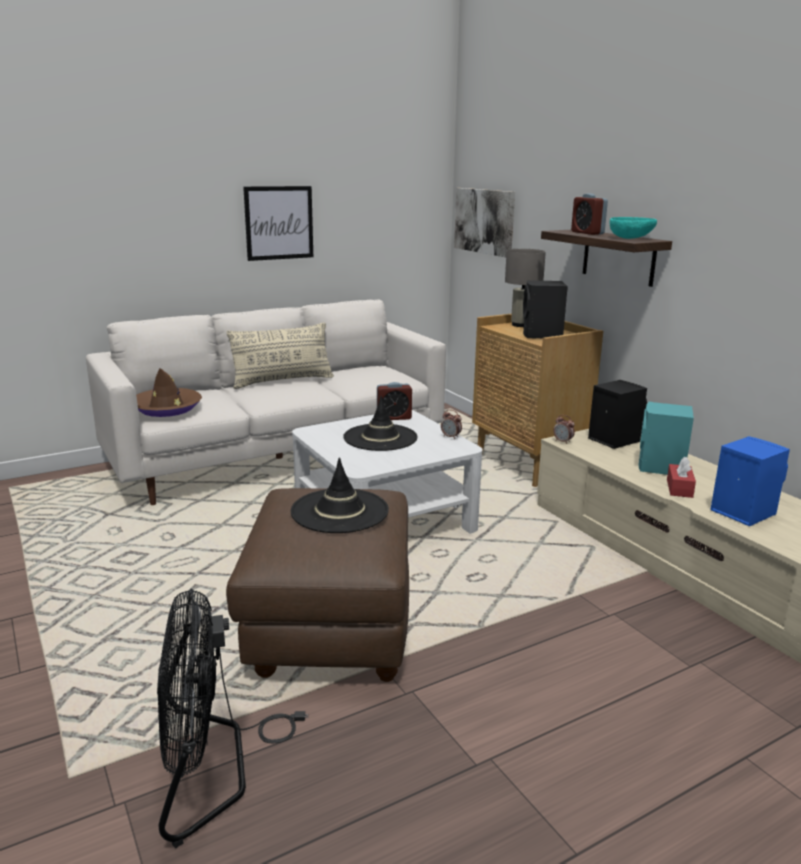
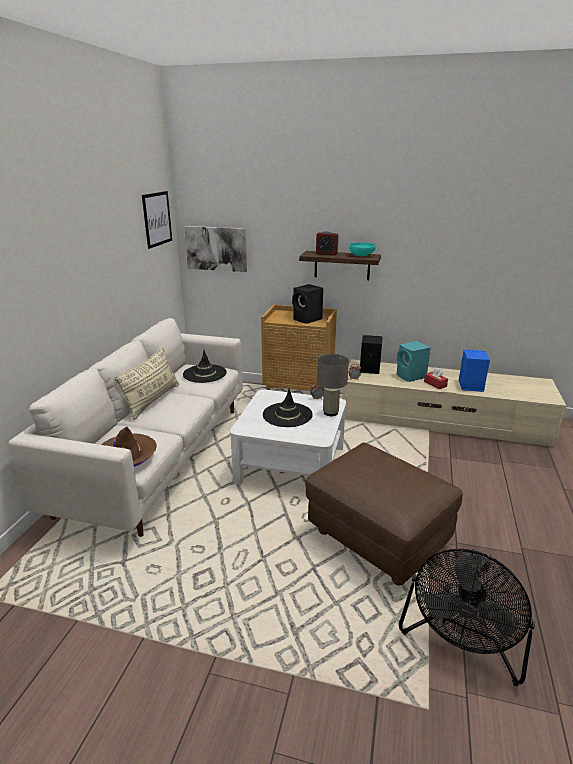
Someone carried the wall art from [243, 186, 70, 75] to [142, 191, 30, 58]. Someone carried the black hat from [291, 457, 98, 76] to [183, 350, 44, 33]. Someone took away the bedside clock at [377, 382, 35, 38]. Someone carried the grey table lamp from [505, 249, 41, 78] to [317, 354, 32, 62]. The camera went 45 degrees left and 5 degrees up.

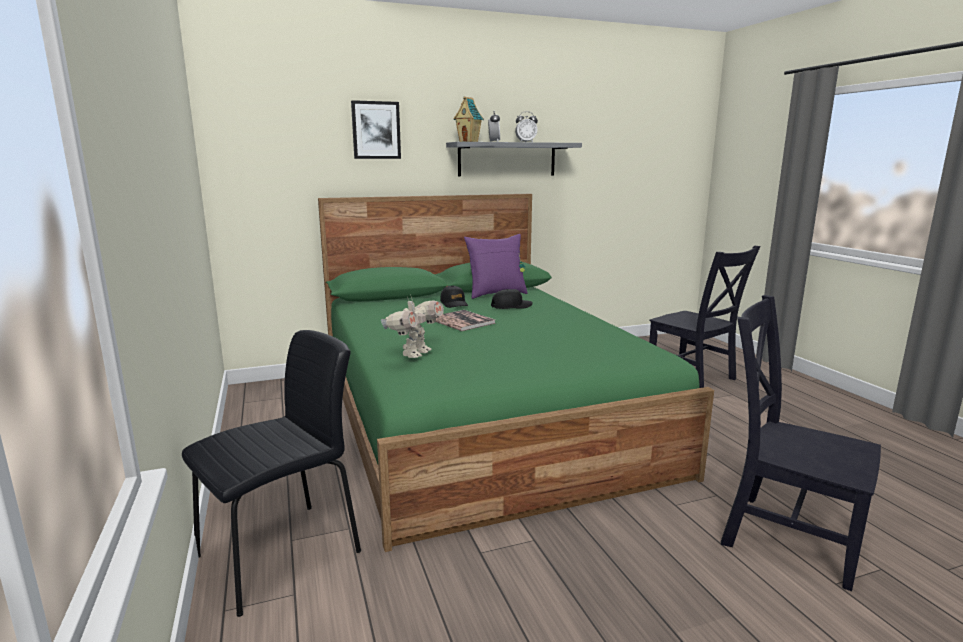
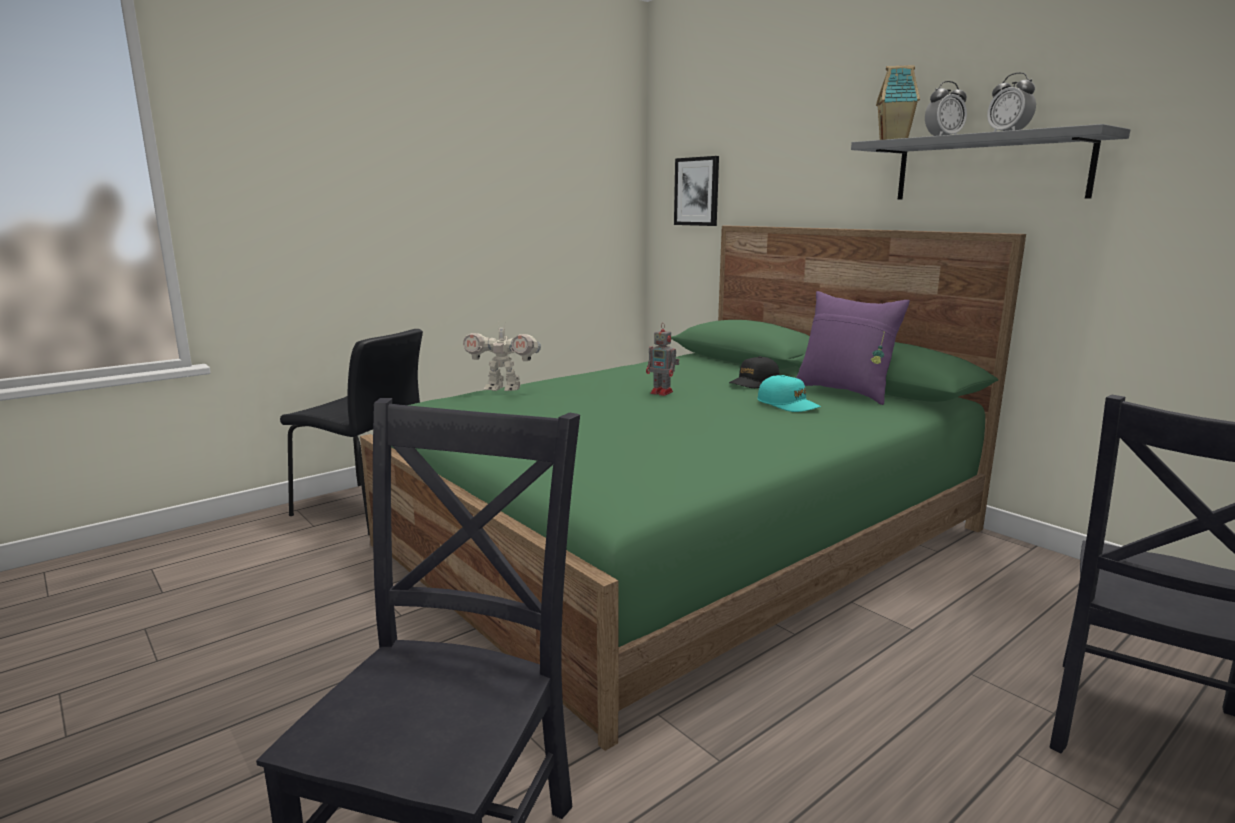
Someone carried the wall art from [351, 100, 50, 59] to [674, 156, 45, 70]. Someone swapped the book at [436, 310, 60, 21] for the model robot at [646, 323, 33, 73]. Someone repainted the black peaked cap at [491, 289, 42, 20], which became the turquoise-coloured peaked cap at [757, 375, 64, 37]. The camera went 70 degrees right and 0 degrees up.

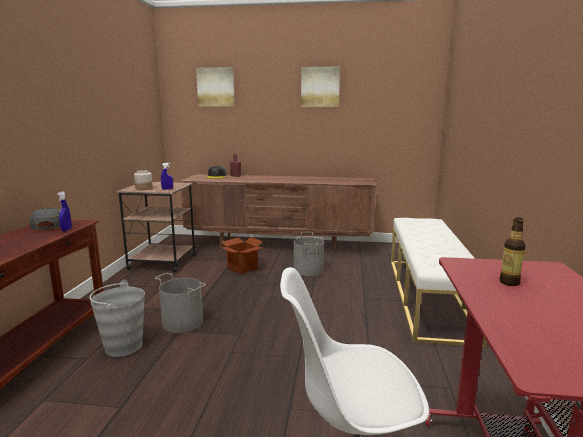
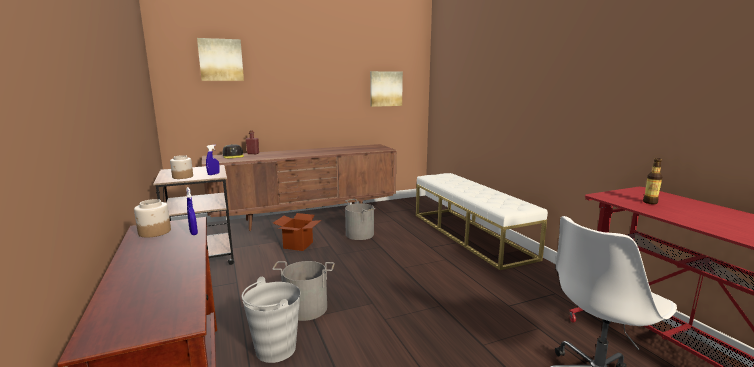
Someone swapped the grey peaked cap at [30, 208, 31, 22] for the jar at [134, 199, 37, 39]. Someone carried the wall art from [301, 67, 39, 40] to [370, 71, 33, 36]. The camera went 30 degrees left and 0 degrees up.

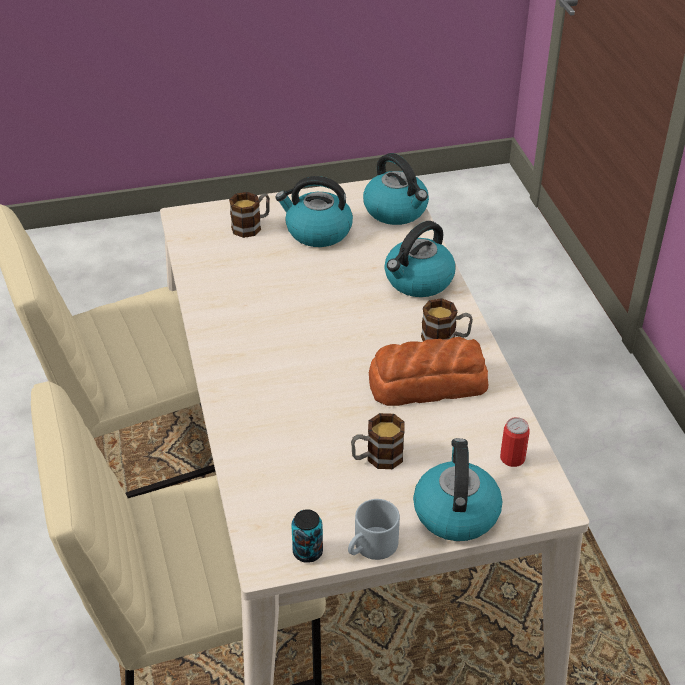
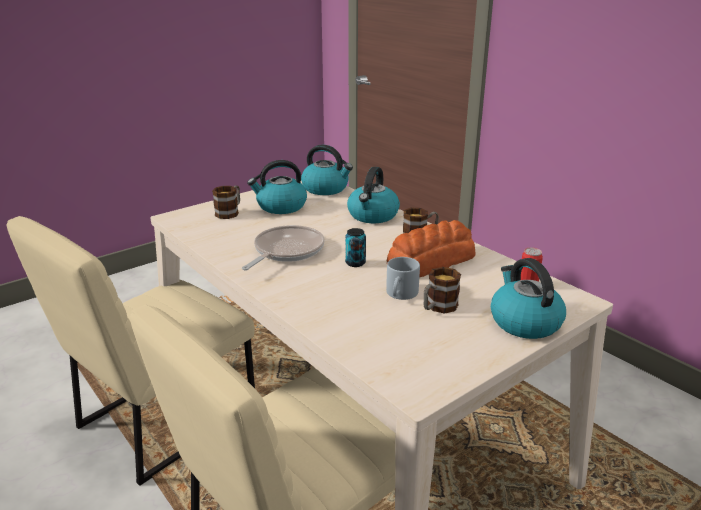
Someone carried the metal can from [291, 509, 32, 54] to [345, 228, 21, 39]. Someone carried the grey tea mug from [348, 499, 52, 61] to [386, 257, 34, 43]. Someone put down the pan at [242, 225, 83, 45]. The camera went 25 degrees left and 15 degrees down.

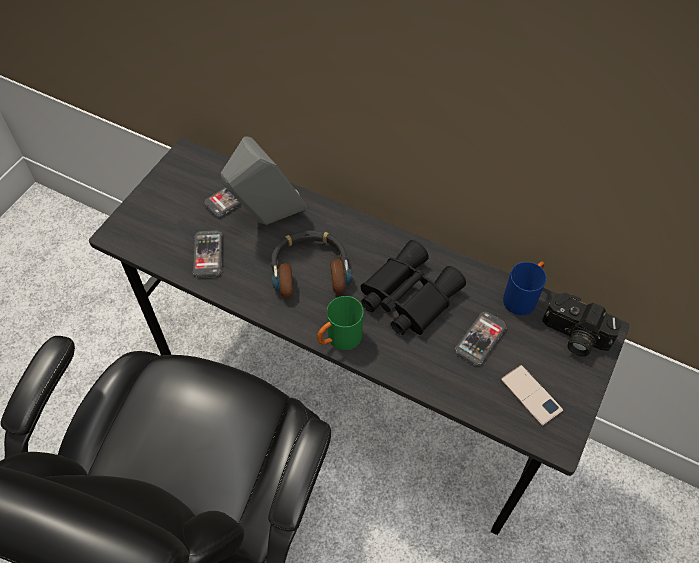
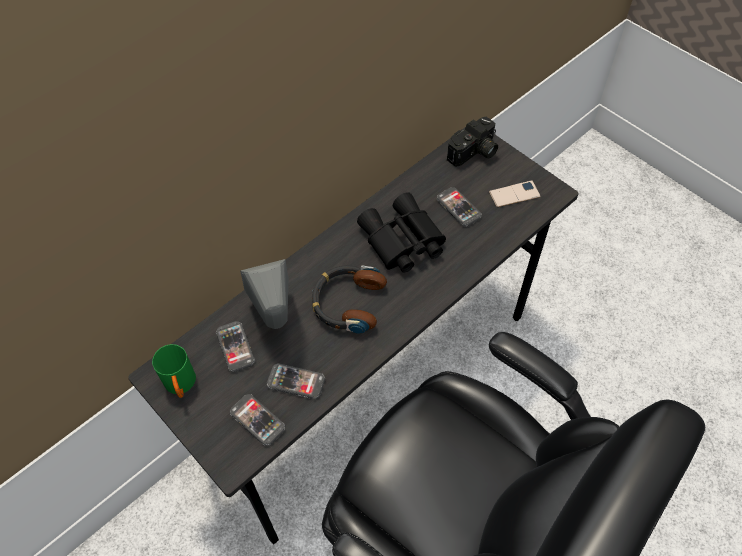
Someone carried the green-coloured tea mug from [317, 296, 46, 54] to [152, 344, 44, 54]. Someone took away the blue-coloured tea mug at [503, 261, 43, 54]. Someone put down the handset at [230, 394, 55, 52]. The camera went 70 degrees left and 0 degrees up.

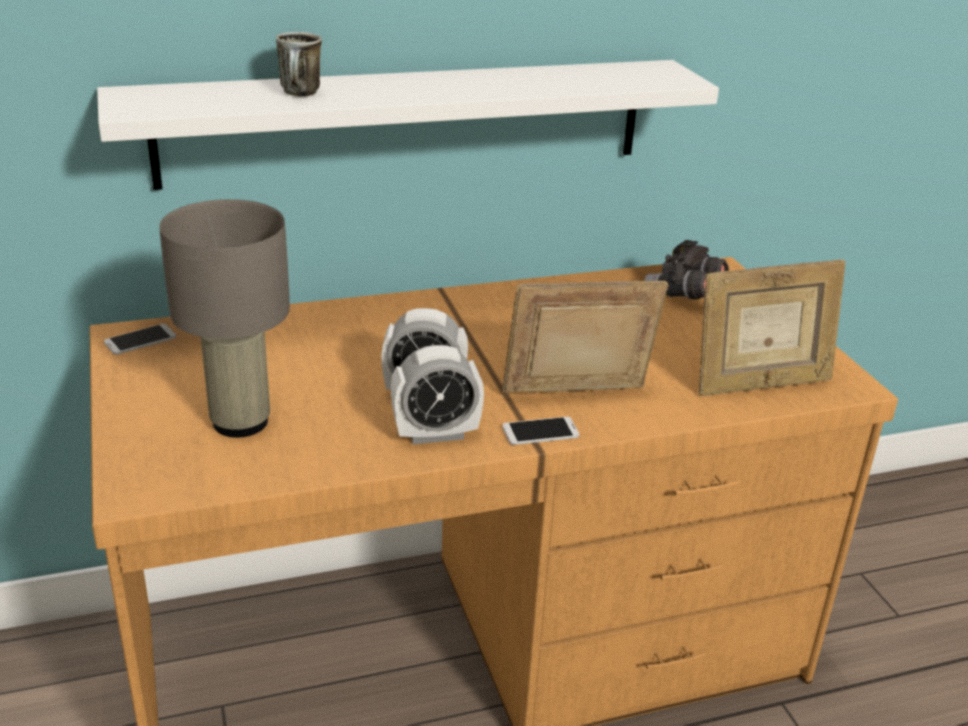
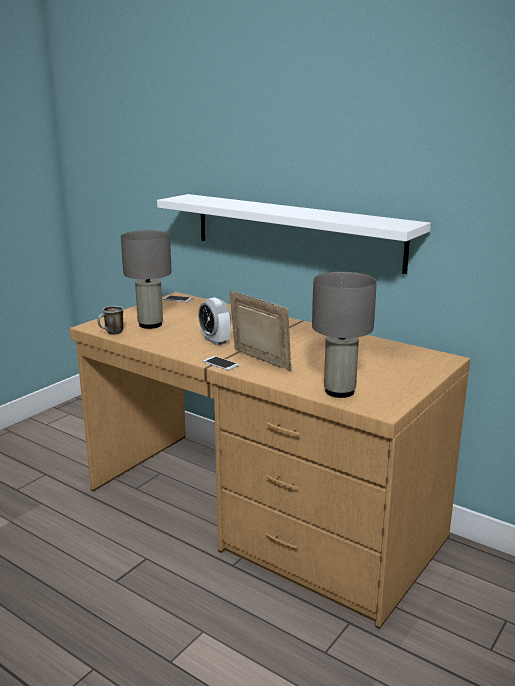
Someone carried the tea mug from [276, 32, 46, 64] to [97, 306, 27, 29]. Someone took away the bedside clock at [390, 345, 94, 99]. Someone took away the grey pair of binoculars at [644, 240, 85, 59]. Someone swapped the standing frame at [699, 259, 146, 137] for the grey table lamp at [312, 272, 65, 126]. The camera went 55 degrees right and 10 degrees down.

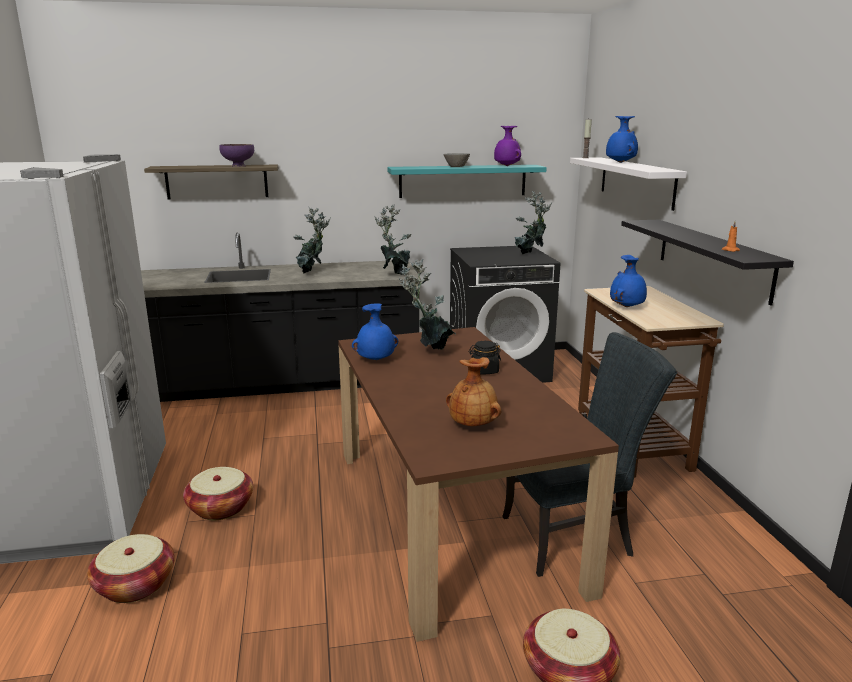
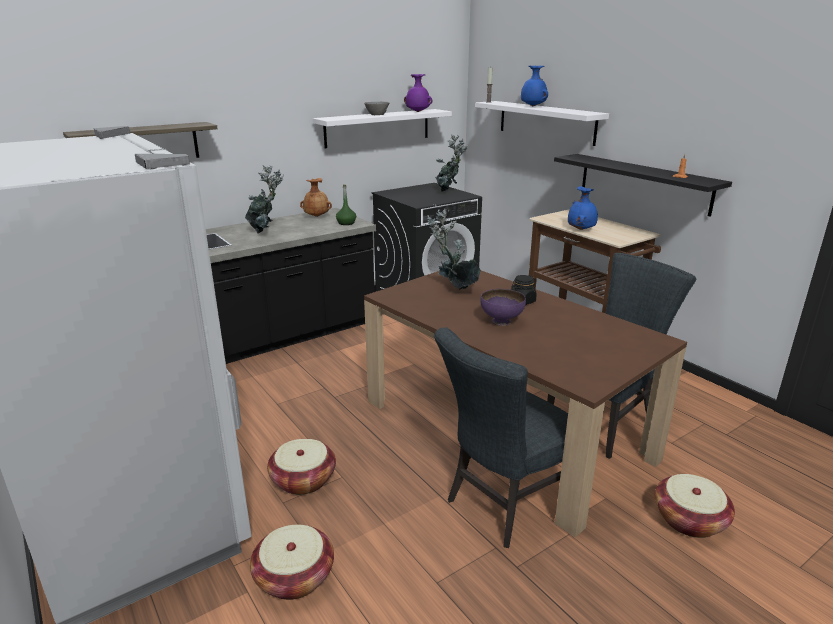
Someone carried the purple bowl from [219, 144, 35, 23] to [480, 289, 46, 37]. Someone took away the blue-coloured vase at [352, 304, 46, 56]. Someone swapped the plant in a pot at [374, 204, 37, 71] for the green-coloured beverage bottle at [336, 185, 20, 40]. Someone repainted the turquoise-coloured bracket shelf at [387, 165, 160, 33], which became the white-coloured bracket shelf at [313, 109, 139, 39]. Someone carried the brown vase from [446, 357, 55, 69] to [300, 178, 32, 39]. Someone put down the grey chair at [434, 328, 134, 220]. The camera went 25 degrees left and 5 degrees up.

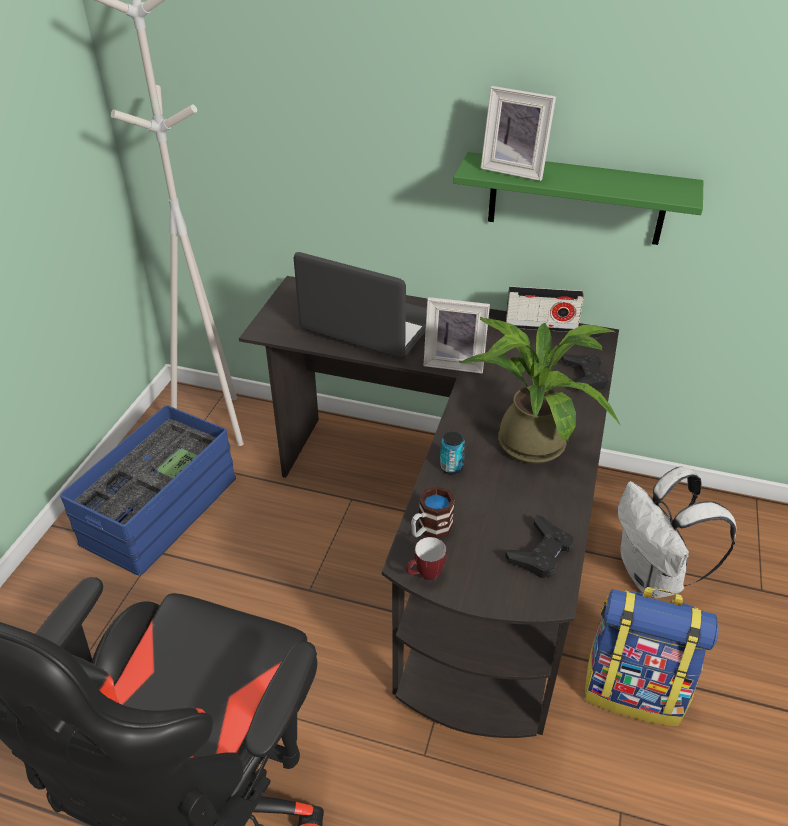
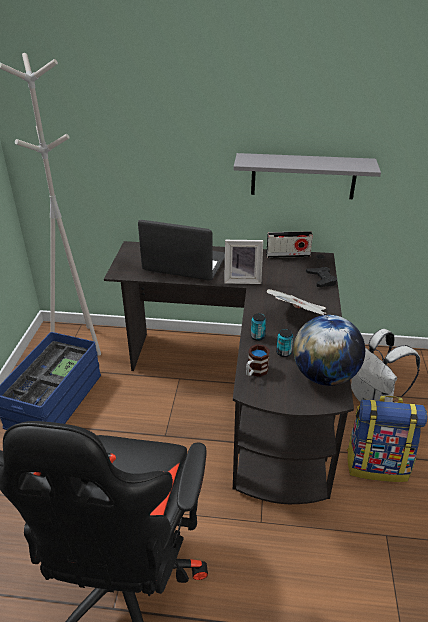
Someone took away the tea mug at [406, 537, 41, 43]. Someone repainted the green-coloured bracket shelf at [453, 152, 250, 93], which became the grey bracket shelf at [233, 153, 148, 46]. Someone swapped the plant in a pot at [459, 317, 161, 147] for the newspaper at [267, 289, 59, 26]. Someone took away the standing frame at [481, 86, 75, 95]. Someone swapped the black joypad at [505, 515, 69, 63] for the desk globe at [293, 315, 72, 71]. Someone put down the metal can at [276, 329, 17, 28]. The camera went 10 degrees left and 5 degrees down.

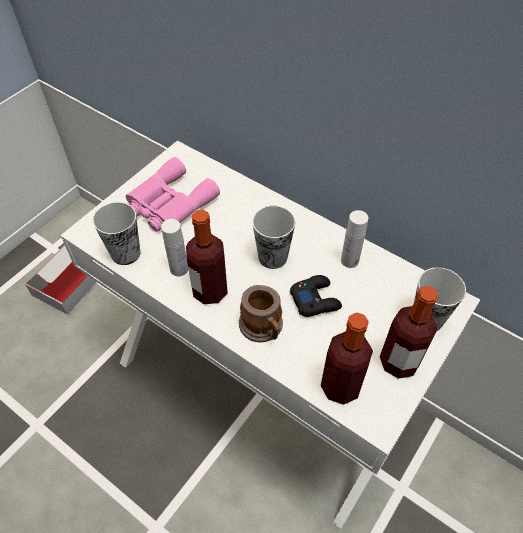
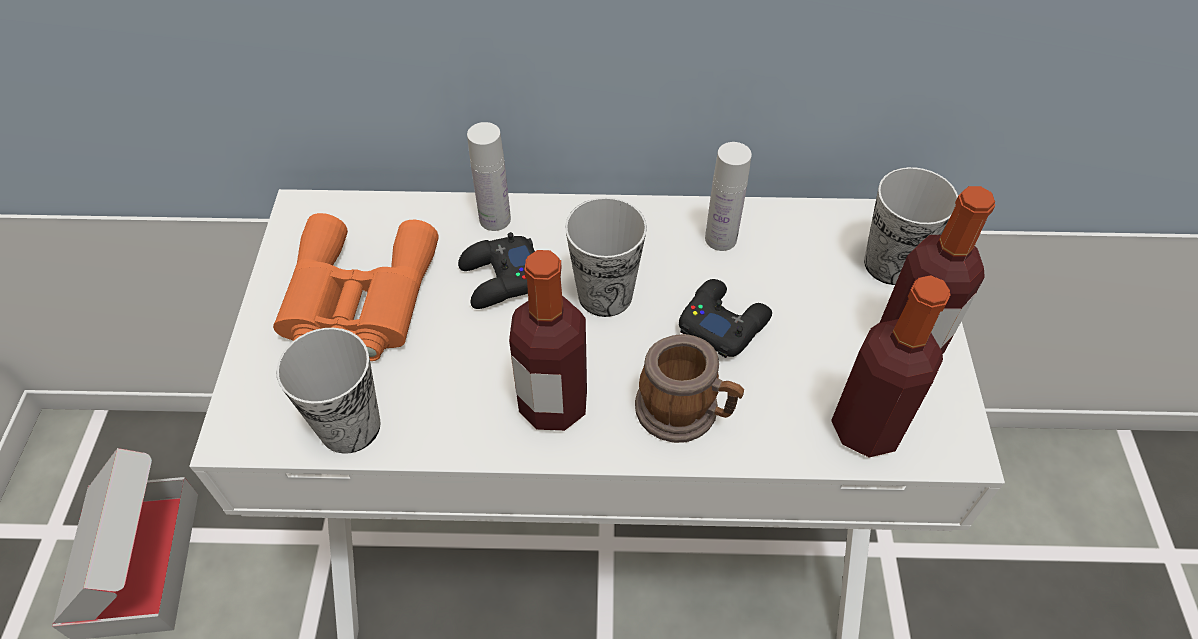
Someone repainted the pink pair of binoculars at [126, 157, 94, 75], which became the orange-coloured pair of binoculars at [273, 213, 165, 148]. Someone carried the white-coloured beverage bottle from [161, 219, 27, 57] to [467, 122, 44, 109]. Someone put down the black joypad at [458, 232, 77, 77]. The camera went 35 degrees left and 0 degrees up.

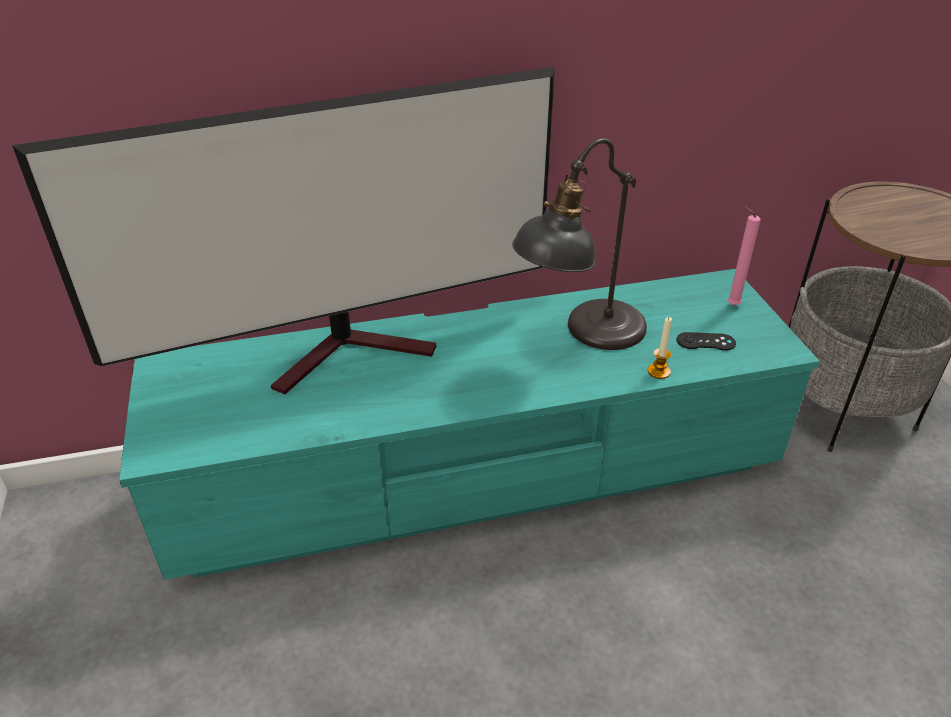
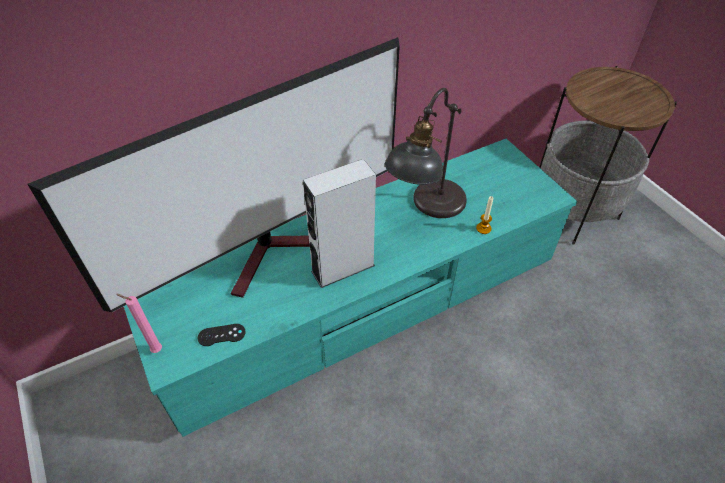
Someone carried the black joypad from [676, 332, 60, 19] to [198, 324, 48, 22]. Someone carried the pink wax light from [727, 206, 34, 100] to [116, 294, 46, 59]. Someone put down the grey audio speaker at [303, 159, 73, 129]. The camera went 15 degrees left and 10 degrees up.

